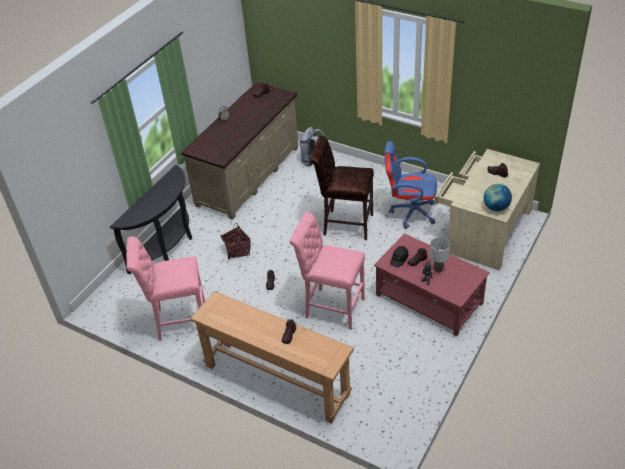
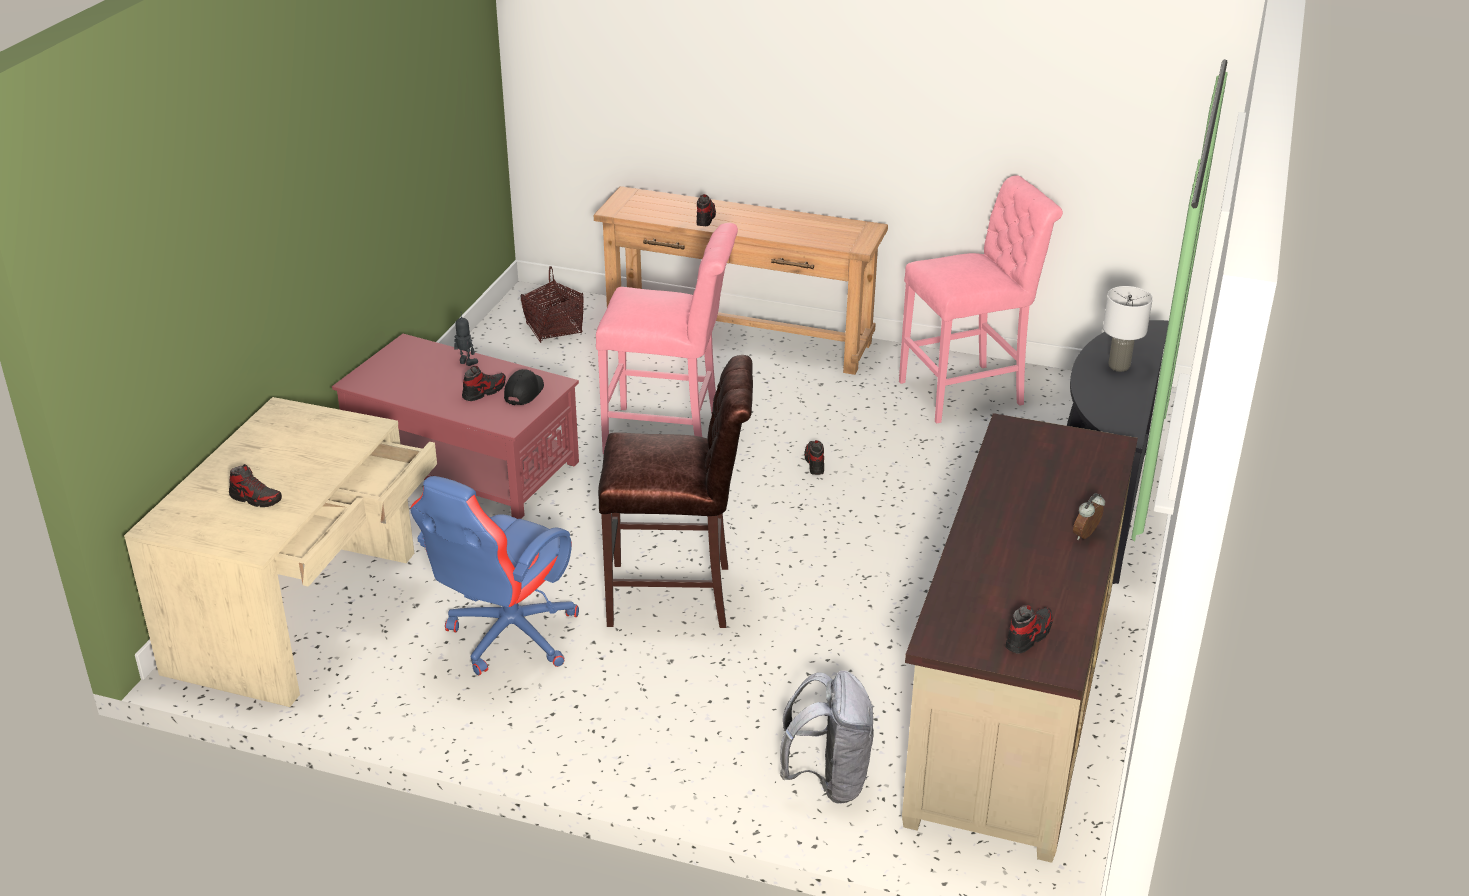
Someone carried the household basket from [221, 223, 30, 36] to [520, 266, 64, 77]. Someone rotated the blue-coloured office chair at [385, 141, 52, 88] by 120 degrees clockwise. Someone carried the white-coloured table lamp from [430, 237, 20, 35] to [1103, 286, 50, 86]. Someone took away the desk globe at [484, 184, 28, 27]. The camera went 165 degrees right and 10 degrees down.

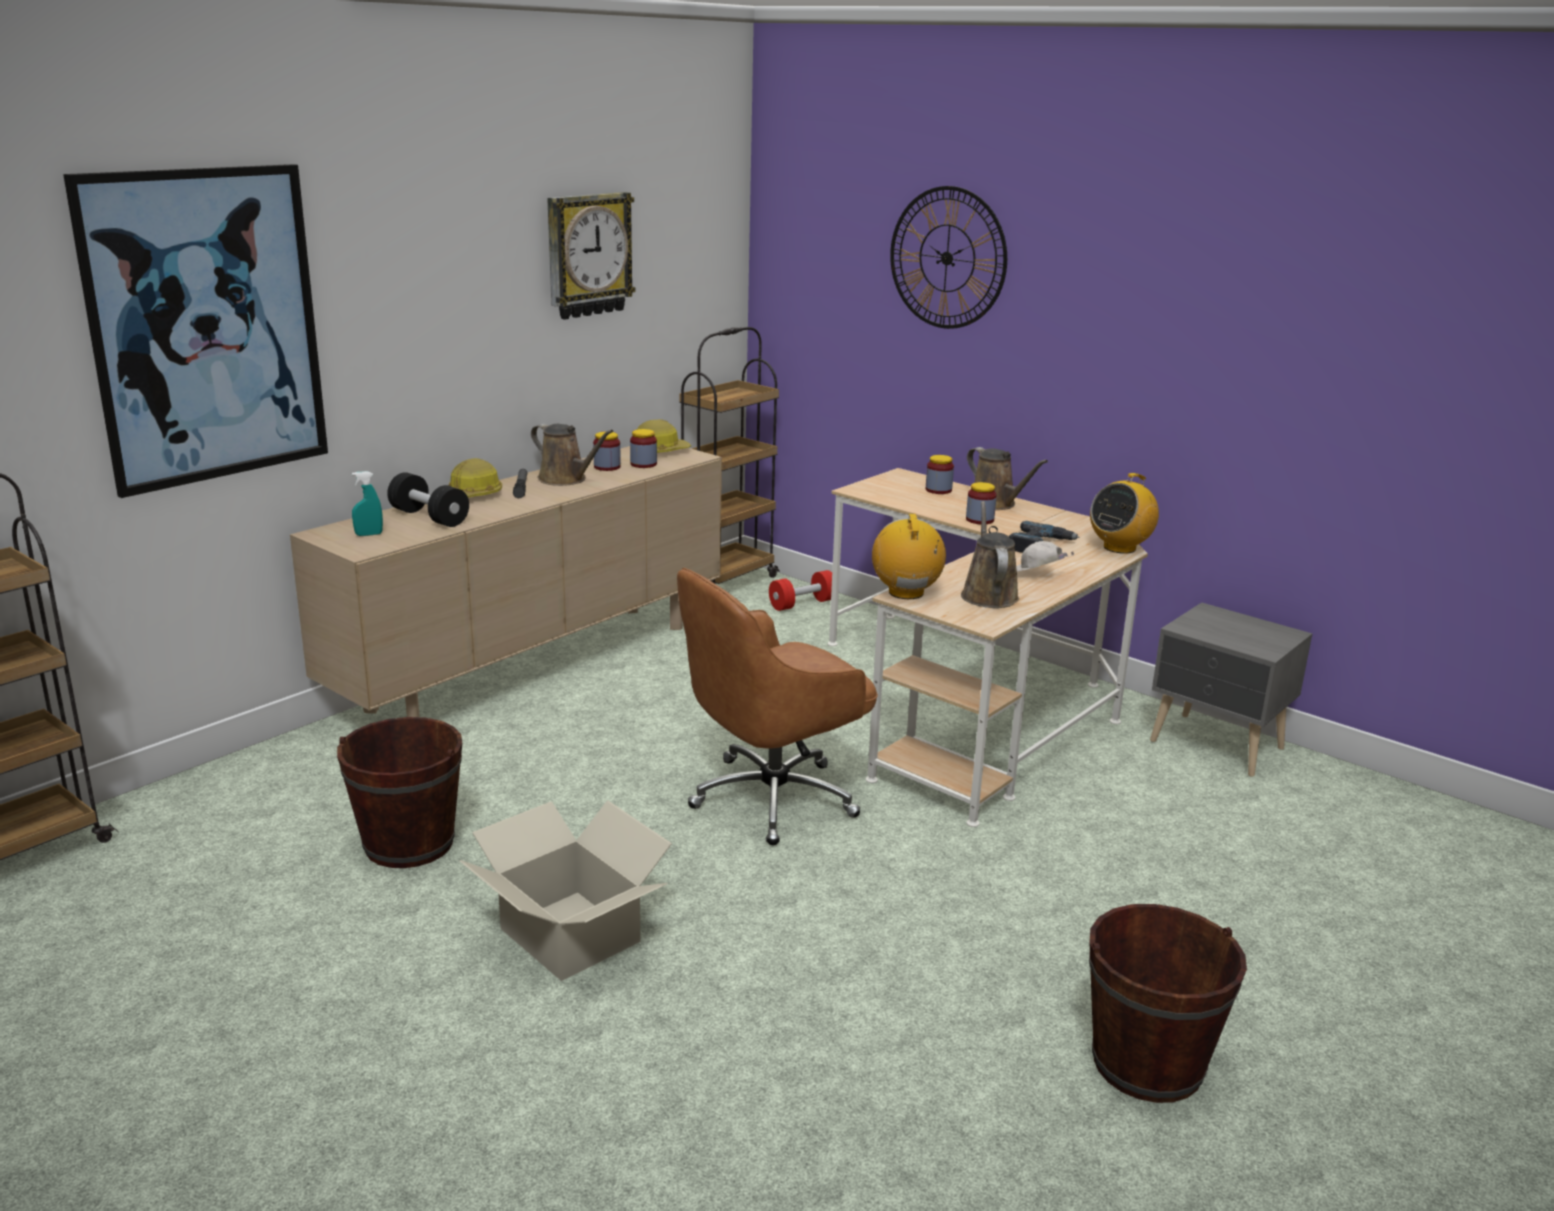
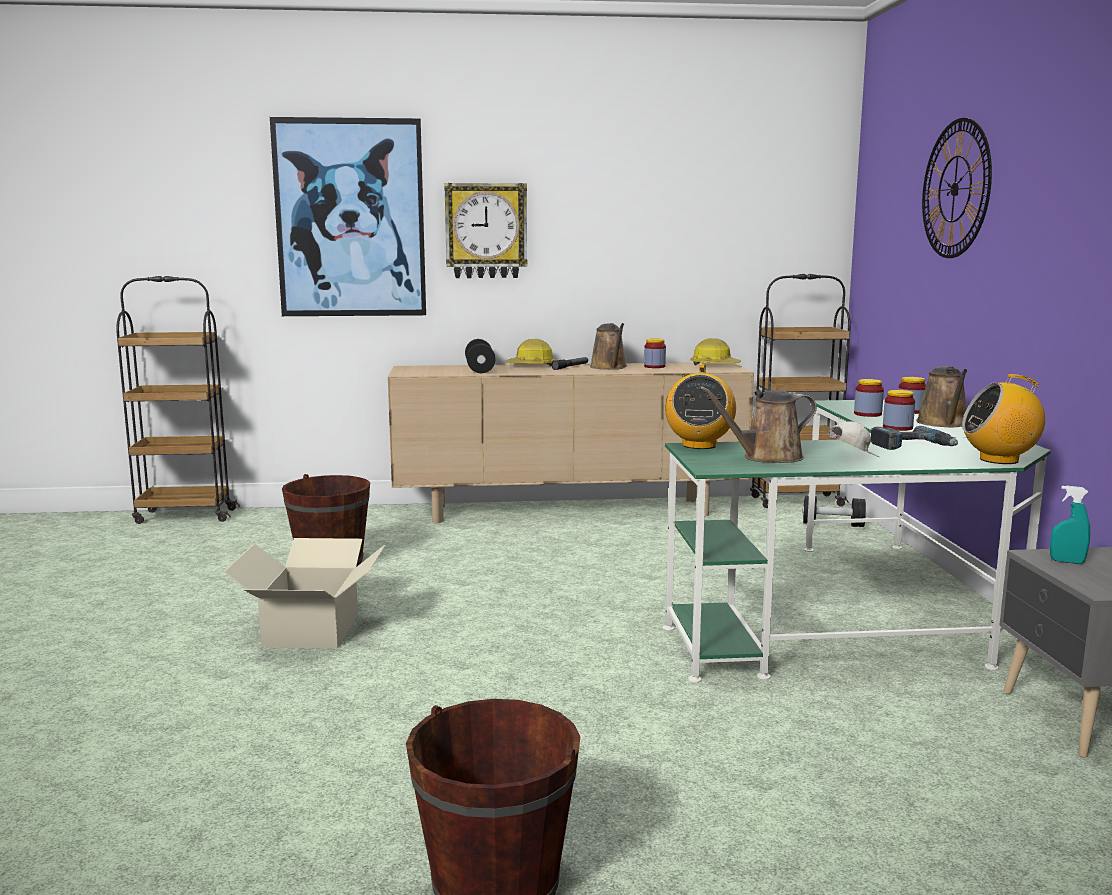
Someone carried the turquoise-coloured spray bottle from [352, 471, 31, 65] to [1050, 485, 40, 79]. Someone carried the wall clock from [547, 192, 88, 128] to [444, 183, 83, 95]. Someone carried the jar from [630, 429, 27, 39] to [854, 379, 30, 38]. Someone took away the brown office chair at [677, 568, 201, 277]. Someone repainted the red hand weight at [769, 570, 63, 41], which became the black hand weight at [802, 496, 64, 31]. Someone repainted the beige desk table at [828, 468, 320, 359], which became the green-coloured desk table at [663, 399, 388, 284]. Someone rotated the radio at [872, 514, 74, 85] by 150 degrees clockwise. Someone rotated the brown watering can at [961, 501, 58, 107] by 150 degrees counterclockwise. Someone rotated the white-coloured peaked cap at [1016, 541, 58, 31] by 90 degrees clockwise. The camera went 45 degrees right and 10 degrees down.

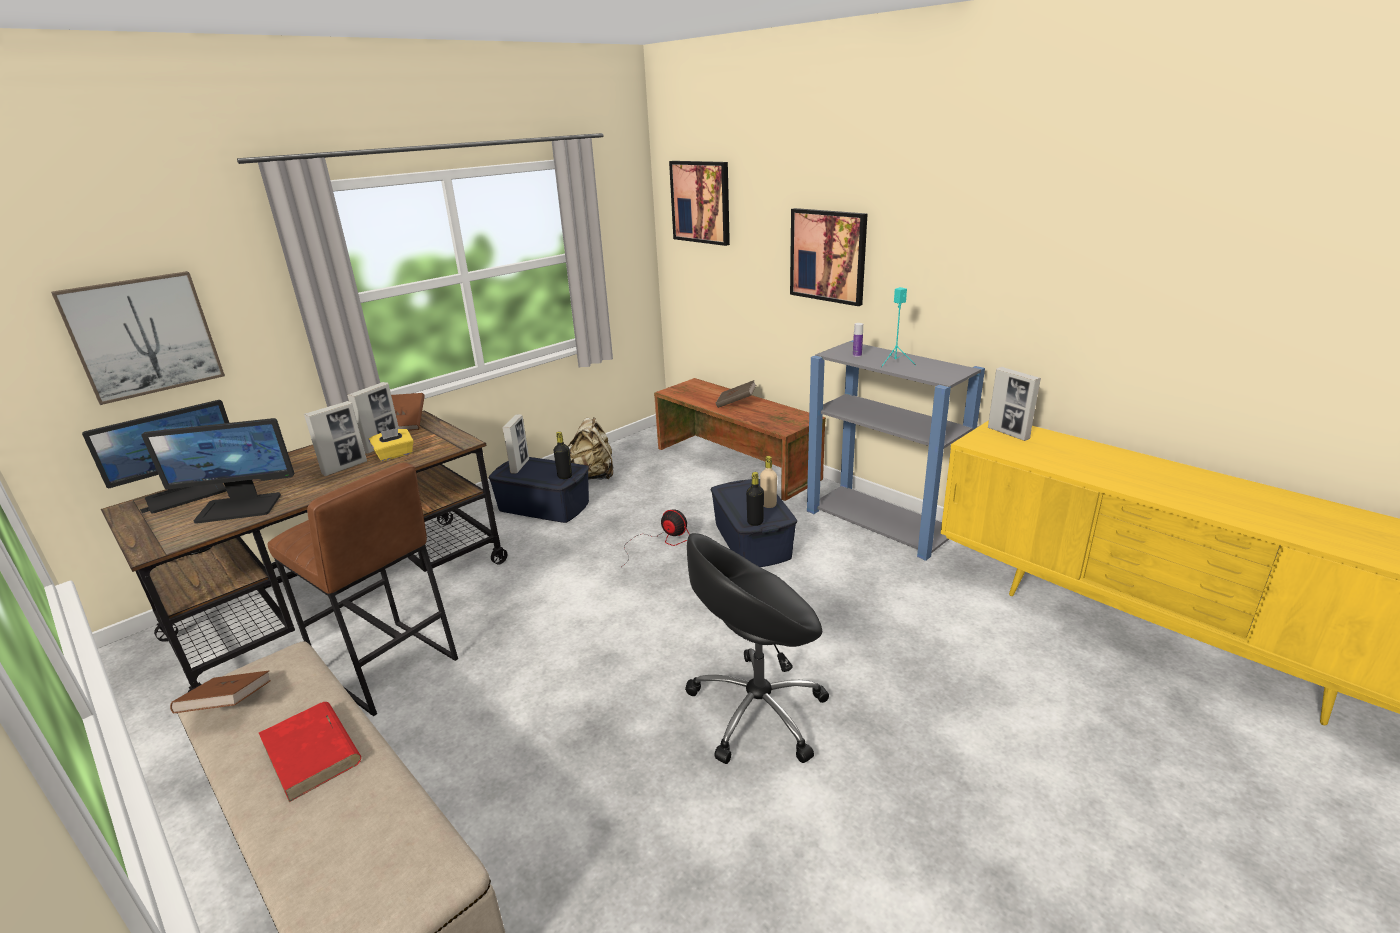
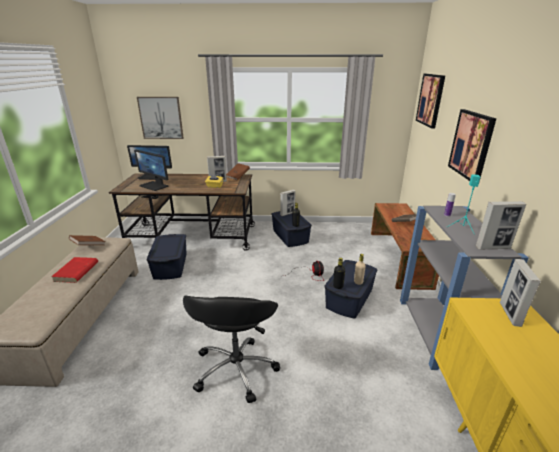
Someone swapped the brown stool at [268, 462, 190, 254] for the blue-coloured storage bin at [147, 234, 39, 46]. Someone carried the standing frame from [304, 401, 63, 75] to [476, 201, 50, 48]. Someone took away the beige rucksack at [568, 417, 45, 63]. Someone rotated the black office chair at [685, 533, 144, 231] by 105 degrees counterclockwise. The camera went 45 degrees right and 0 degrees up.

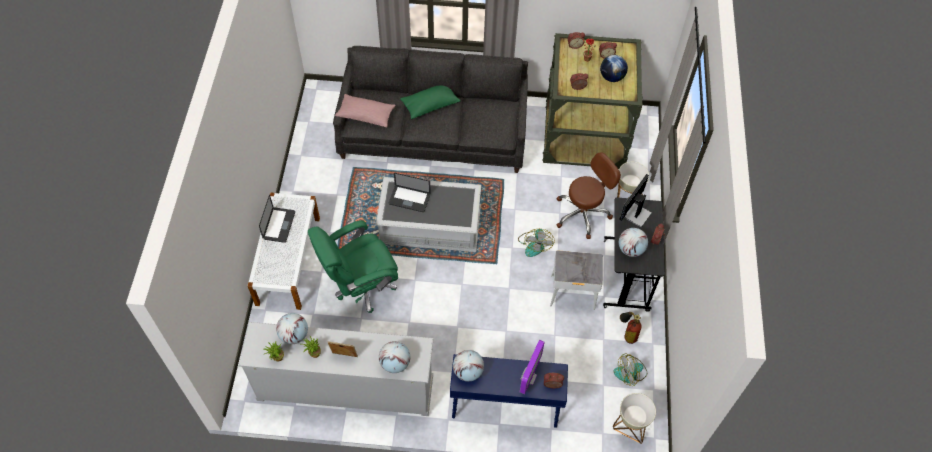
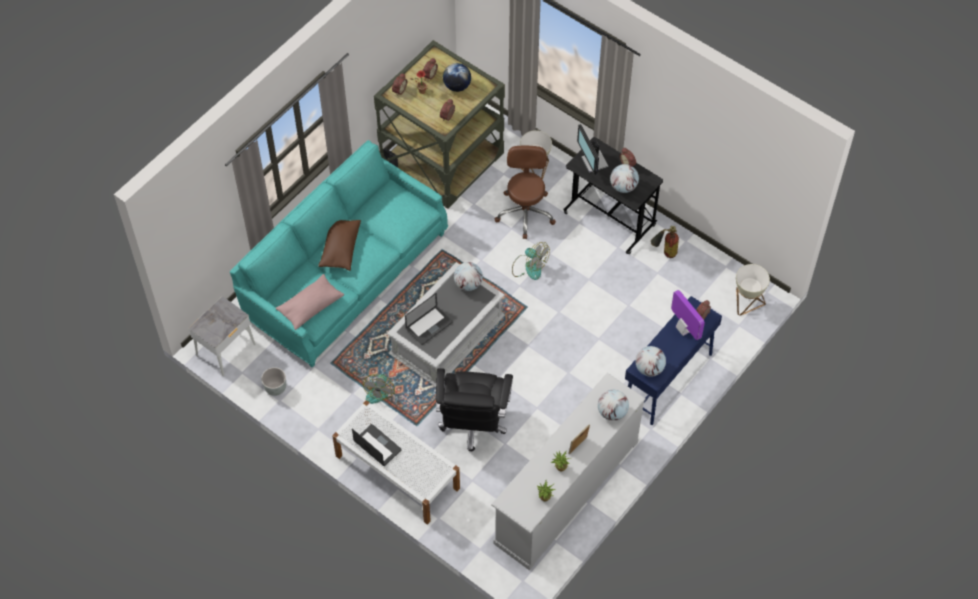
Someone carried the desk globe from [276, 313, 32, 31] to [454, 262, 29, 29]. Someone repainted the green-coloured office chair at [308, 220, 90, 93], which became the black office chair at [436, 368, 77, 83]. Someone repainted the grey settee at [333, 46, 195, 127], which became the turquoise-coloured settee at [230, 140, 218, 228]. Someone repainted the green-coloured pillow at [400, 86, 60, 33], which became the brown pillow at [318, 220, 43, 51]. Someone carried the accent table from [550, 250, 53, 60] to [189, 296, 67, 80]. Someone carried the cooling fan from [614, 353, 33, 33] to [363, 374, 32, 30]. Someone put down the grey planter at [261, 367, 25, 29]. The camera went 55 degrees left and 0 degrees up.

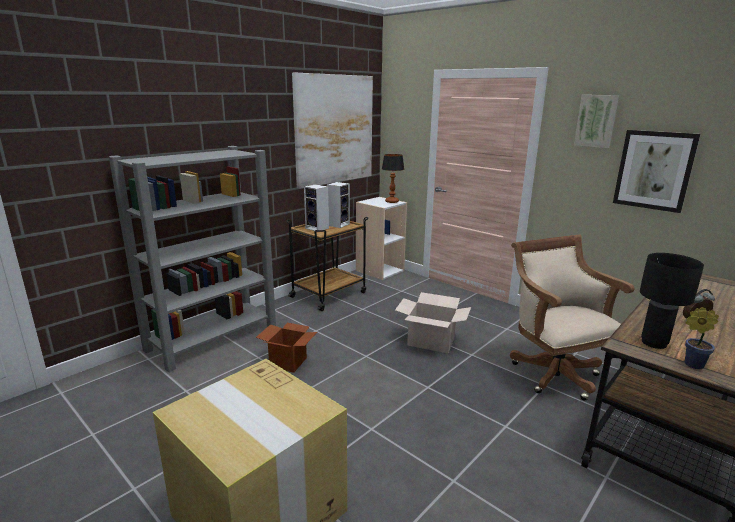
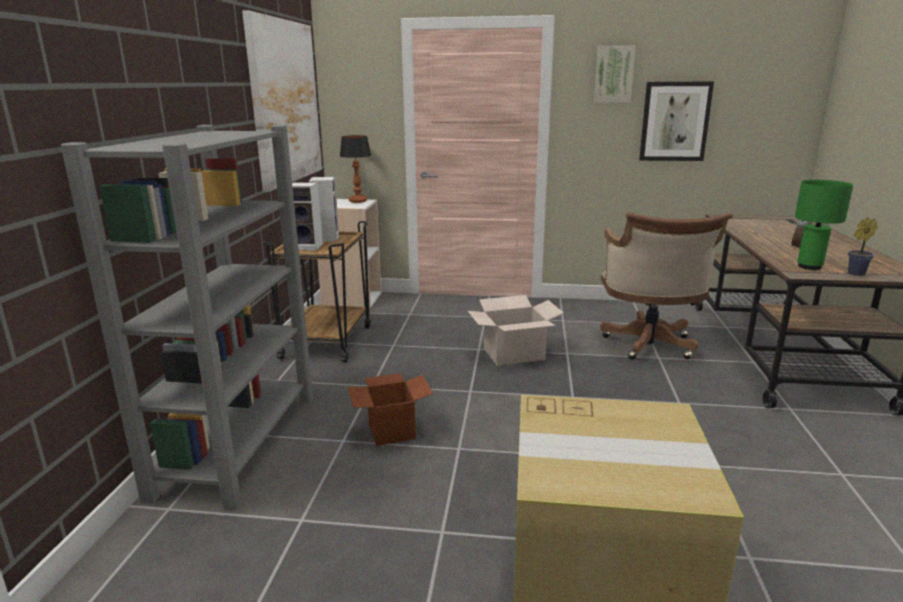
Someone rotated the office chair at [510, 234, 125, 167] by 120 degrees counterclockwise. Someone repainted the black table lamp at [640, 253, 64, 96], which became the green-coloured table lamp at [795, 180, 58, 90]. The camera went 35 degrees left and 0 degrees up.

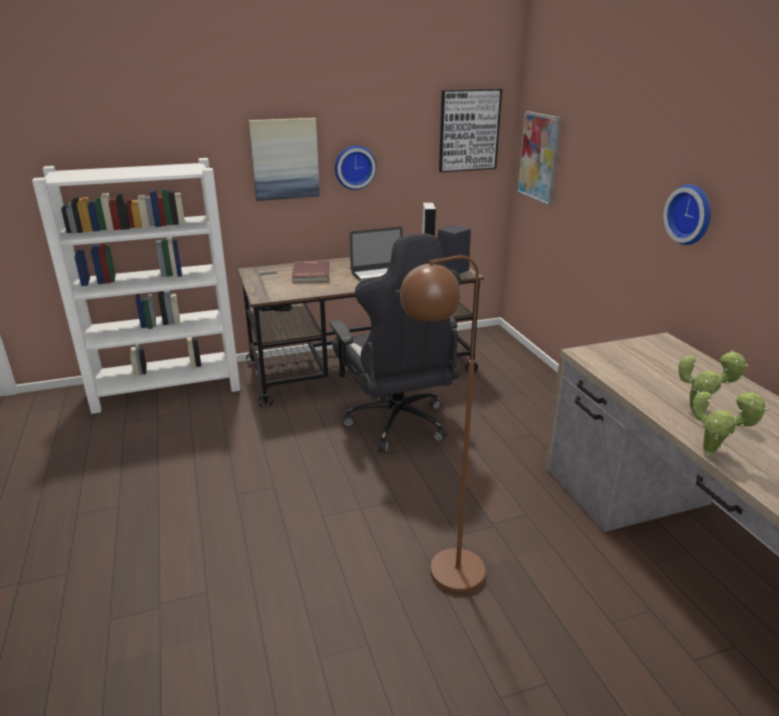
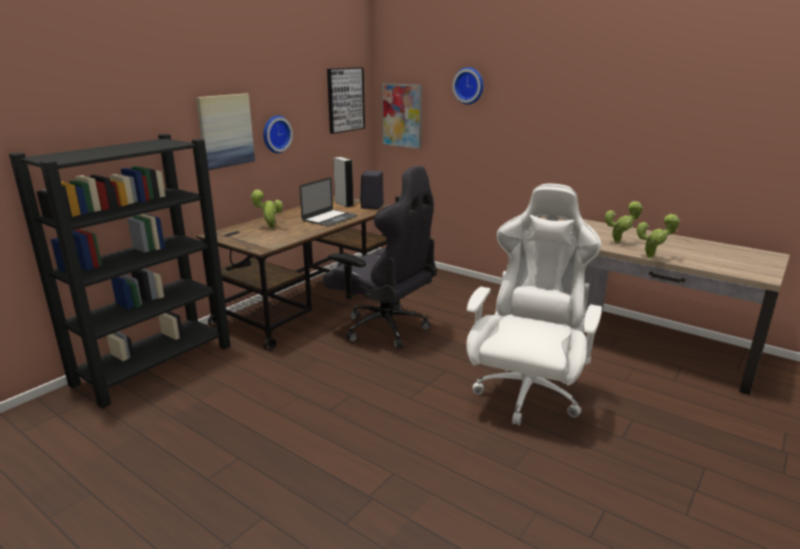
Someone repainted the white-coloured bookcase at [32, 158, 208, 256], which became the black bookcase at [9, 134, 222, 274]. Someone swapped the red book at [292, 261, 37, 22] for the plant in a pot at [251, 190, 32, 39]. Someone swapped the brown floor lamp at [400, 255, 85, 339] for the white-coloured office chair at [466, 184, 136, 241]. Someone carried the wall clock from [663, 184, 48, 61] to [452, 67, 31, 37]. The camera went 35 degrees left and 5 degrees down.

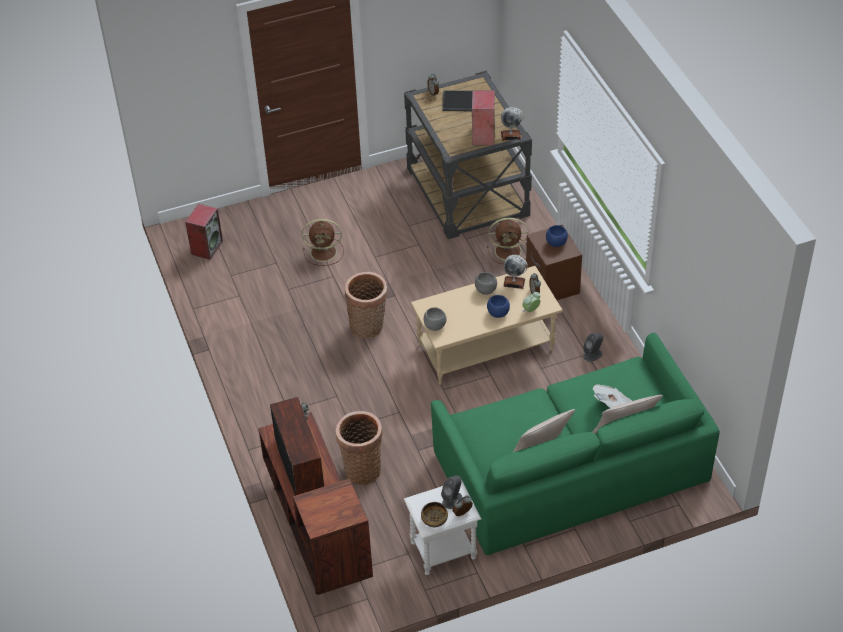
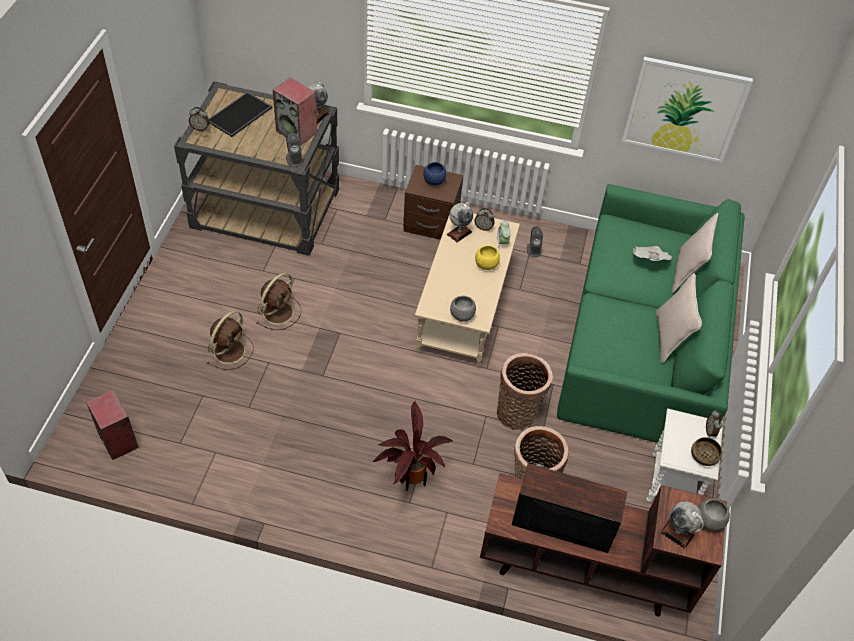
Someone carried the household basket from [345, 272, 43, 67] to [497, 353, 56, 77]. Someone carried the grey audio speaker from [441, 475, 21, 34] to [286, 132, 17, 35]. Someone carried the grey bowl from [475, 272, 22, 23] to [698, 499, 32, 32]. Someone carried the brown cooling fan from [487, 218, 42, 46] to [256, 273, 45, 57]. Someone repainted the blue-coloured bowl at [487, 295, 23, 23], which became the yellow-coloured bowl at [475, 245, 25, 25]. Someone put down the plant in a pot at [372, 401, 82, 89]. Someone put up the wall art at [622, 57, 131, 106]. Someone put down the desk globe at [660, 502, 44, 47]. The camera went 60 degrees left and 5 degrees up.

